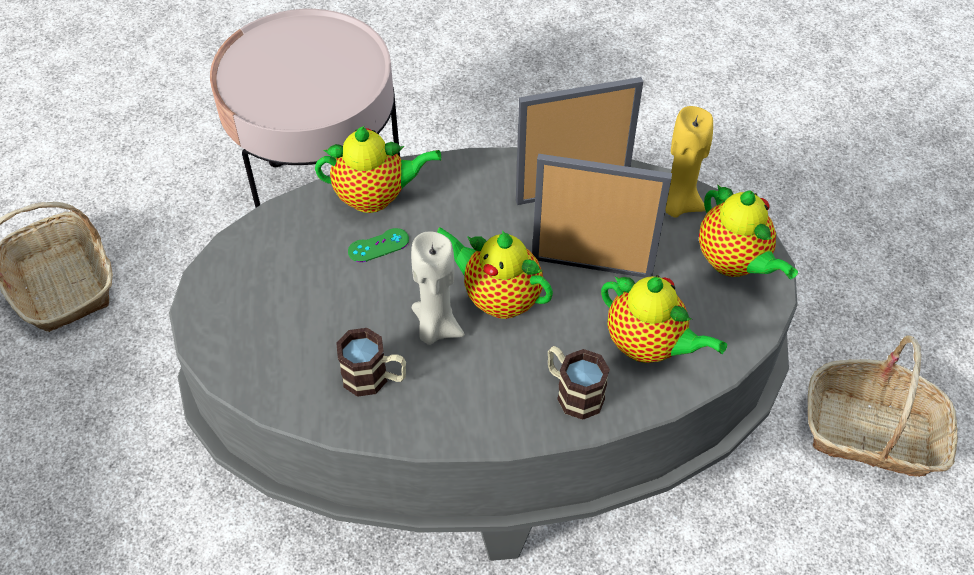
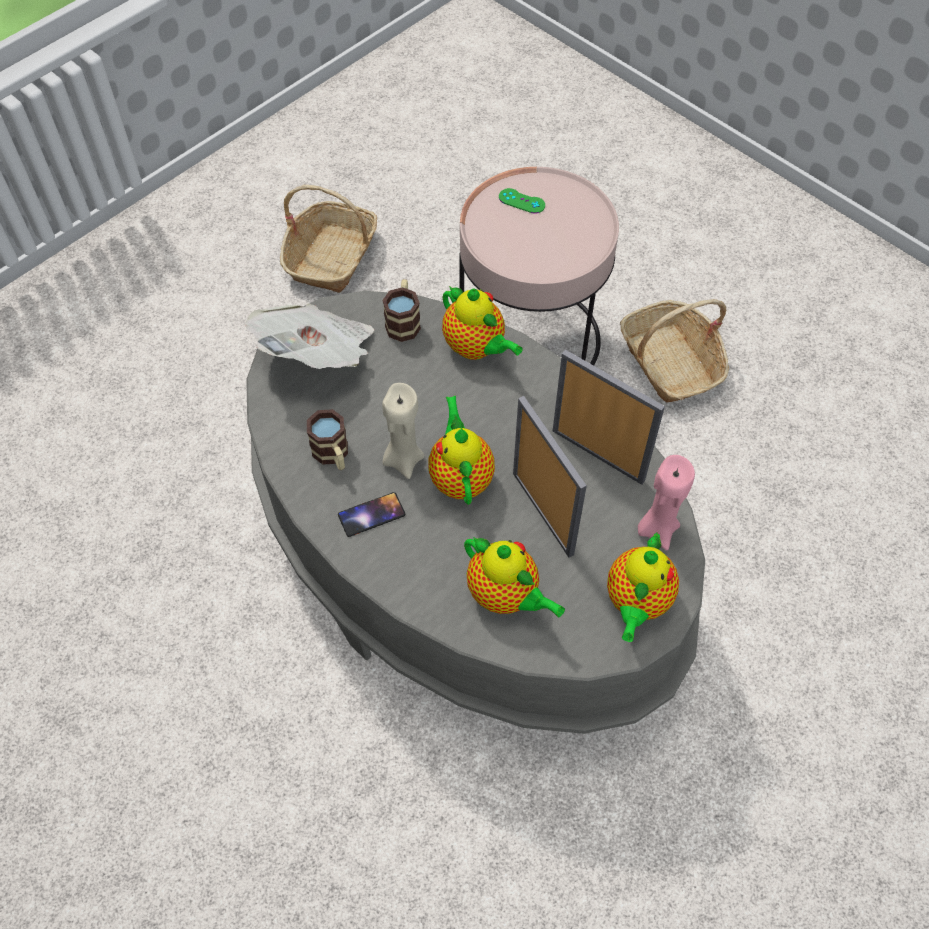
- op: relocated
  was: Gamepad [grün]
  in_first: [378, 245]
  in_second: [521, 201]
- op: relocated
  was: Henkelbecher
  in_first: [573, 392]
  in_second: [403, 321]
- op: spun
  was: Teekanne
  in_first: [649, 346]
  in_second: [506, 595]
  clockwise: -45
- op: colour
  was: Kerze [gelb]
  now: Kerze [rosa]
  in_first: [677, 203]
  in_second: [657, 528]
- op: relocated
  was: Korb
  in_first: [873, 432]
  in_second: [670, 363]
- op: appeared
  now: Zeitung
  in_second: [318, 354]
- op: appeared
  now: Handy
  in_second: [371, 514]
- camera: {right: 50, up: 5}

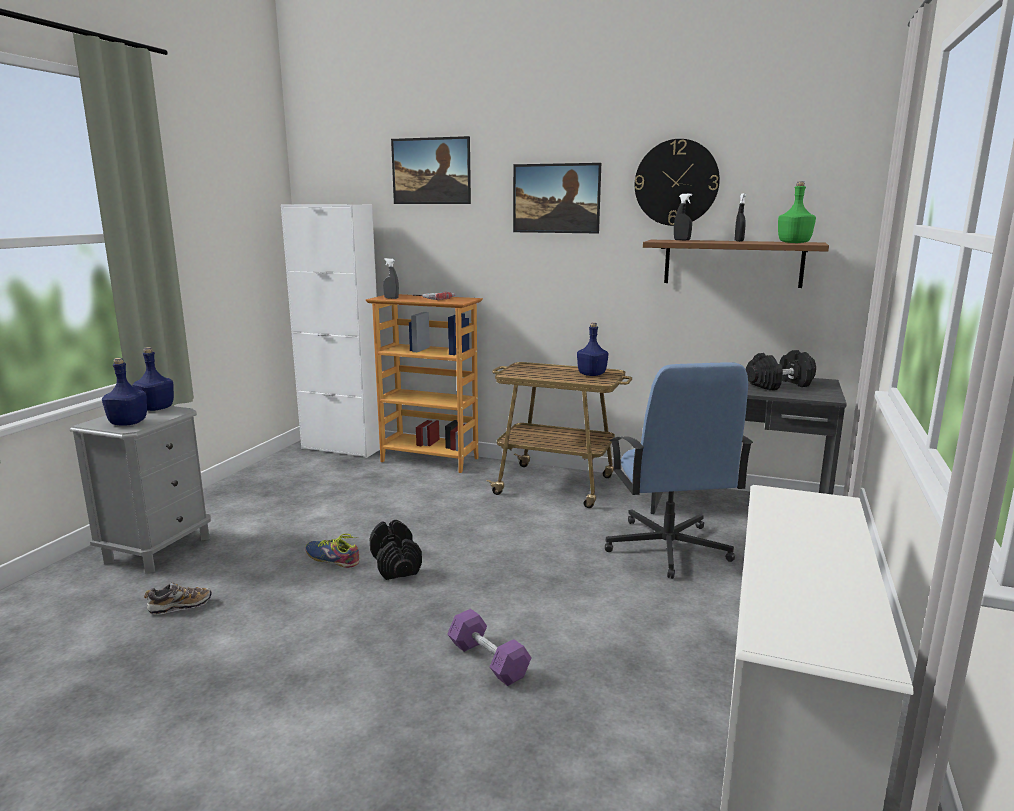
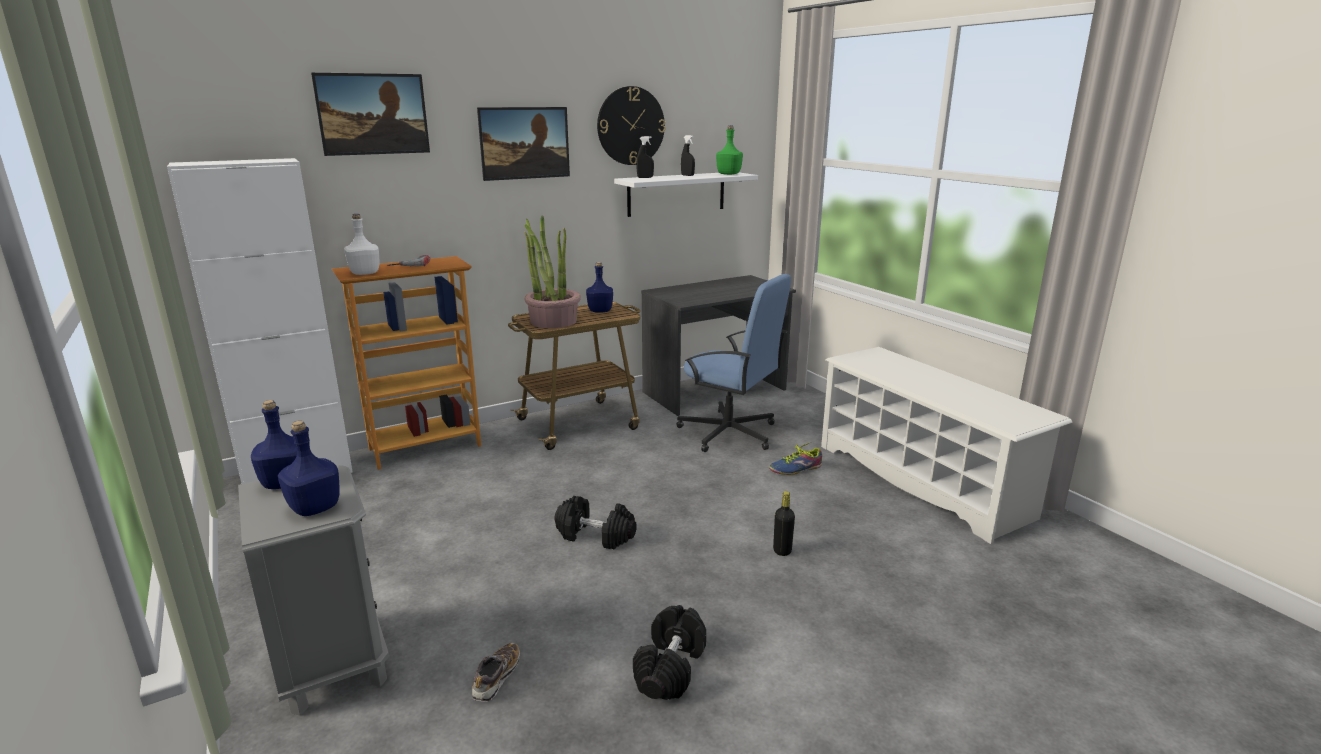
- op: relocated
  was: Schuh
  in_first: [332, 559]
  in_second: [796, 469]
- op: exchanged
  was: Sprühflasche [grau]
  now: Flasche [weiß]
  in_first: [391, 298]
  in_second: [364, 273]
- op: exchanged
  was: Hantel [lila]
  now: Flasche [schwarz]
  in_first: [488, 660]
  in_second: [782, 551]
- op: colour
  was: Wandregal [braun]
  now: Wandregal [weiß]
  in_first: [732, 263]
  in_second: [676, 193]
- op: relocated
  was: Hantel [schwarz]
  in_first: [779, 385]
  in_second: [670, 667]
- op: appeared
  now: Topfpflanze
  in_second: [553, 321]
- camera: {right: -50, up: 5}

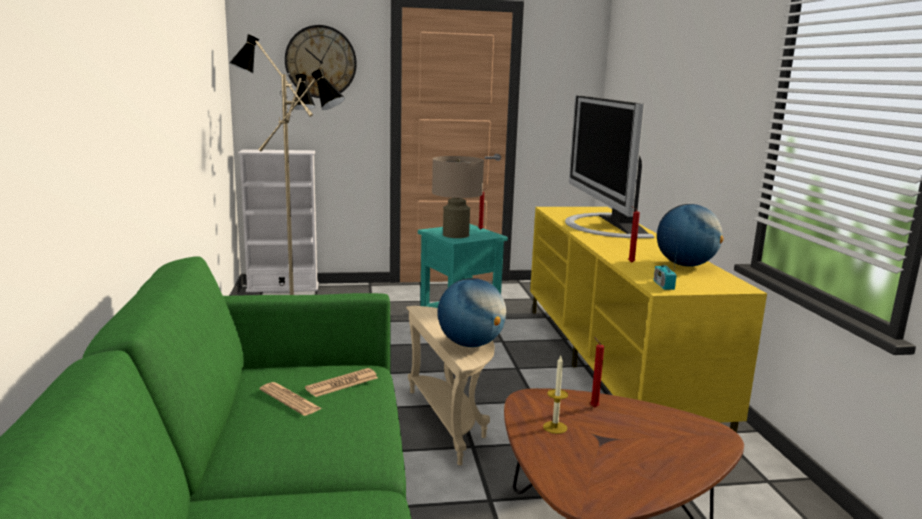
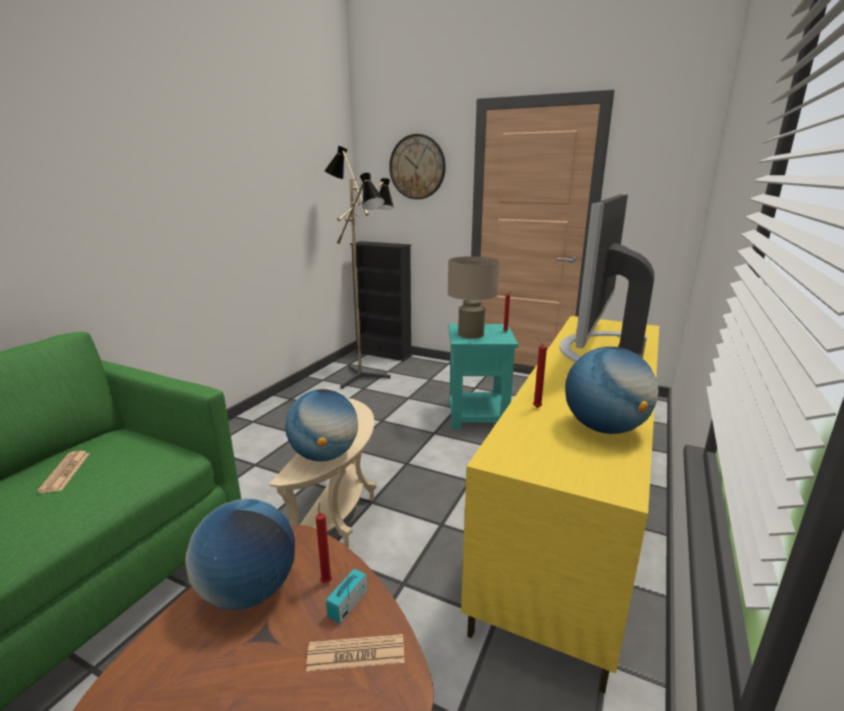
- op: colour
  was: Bücherregal [weiß]
  now: Bücherregal [schwarz]
  in_first: [283, 288]
  in_second: [383, 353]
- op: relocated
  was: Zeitung
  in_first: [342, 383]
  in_second: [356, 653]
- op: exchanged
  was: Kerze
  now: Globus
  in_first: [555, 427]
  in_second: [248, 591]
- op: relocated
  was: Radio
  in_first: [663, 285]
  in_second: [348, 604]
- camera: {right: 35, up: 5}

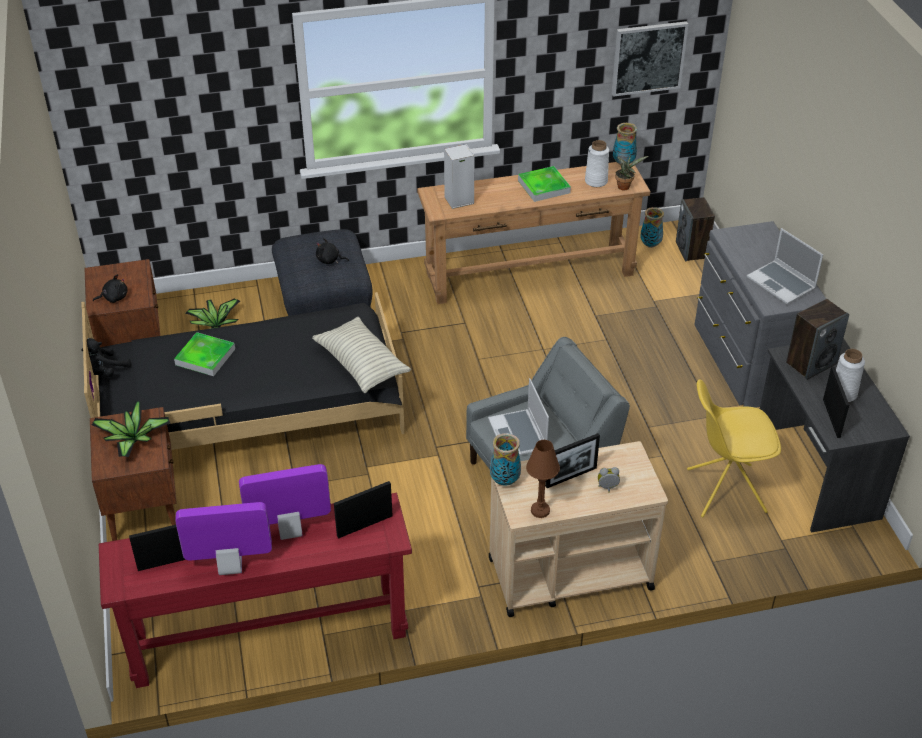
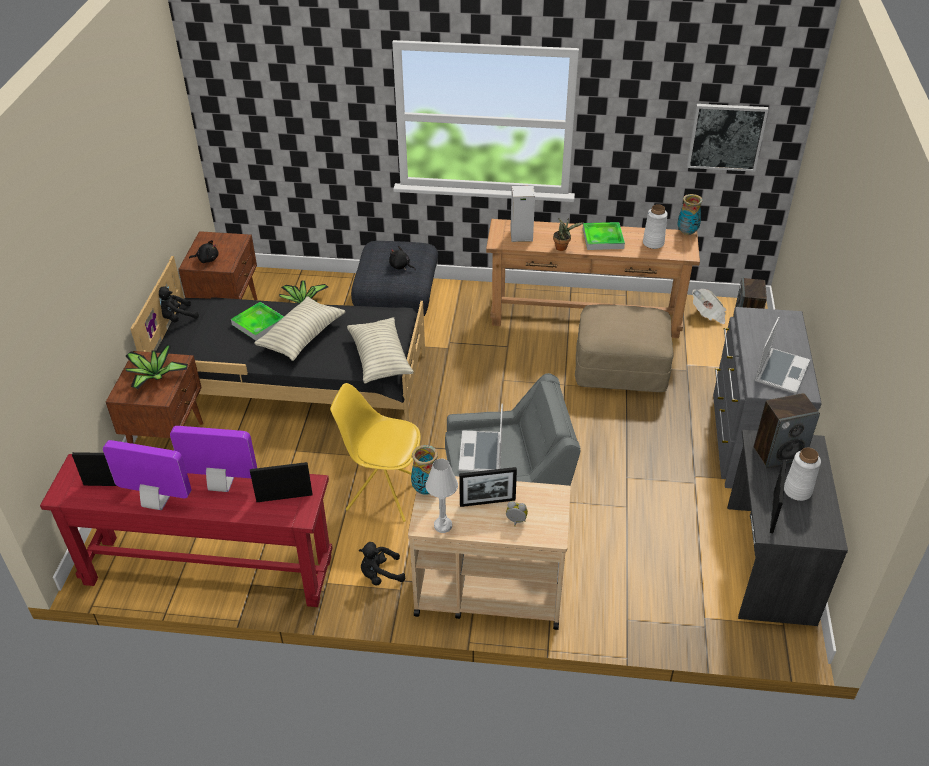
- op: colour
  was: Tischlampe [braun]
  now: Tischlampe [weiß]
  in_first: [540, 510]
  in_second: [443, 525]
- op: relocated
  was: Topfpflanze
  in_first: [625, 186]
  in_second: [562, 247]
- op: exchanged
  was: Vase
  now: Zeitung
  in_first: [650, 244]
  in_second: [708, 314]
- op: relocated
  was: Stuhl [gelb]
  in_first: [724, 490]
  in_second: [383, 493]
- op: spun
  was: Laptop
  in_first: [782, 284]
  in_second: [781, 371]
  clockwise: -135
- op: appeared
  now: Kissen
  in_second: [302, 337]
- op: appeared
  now: Plüschtier [schwarz]
  in_second: [380, 574]
- op: appeared
  now: Polsterhocker [beige]
  in_second: [620, 369]
- camera: {right: 20, up: 0}

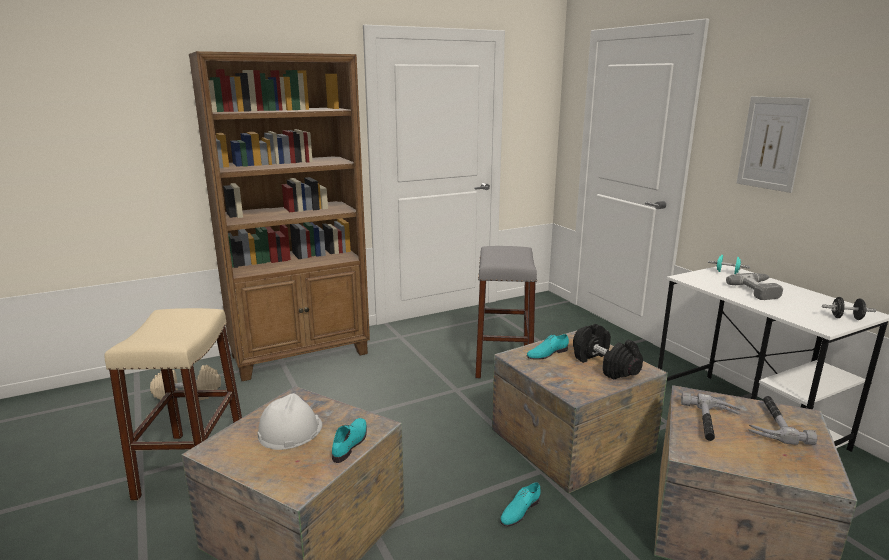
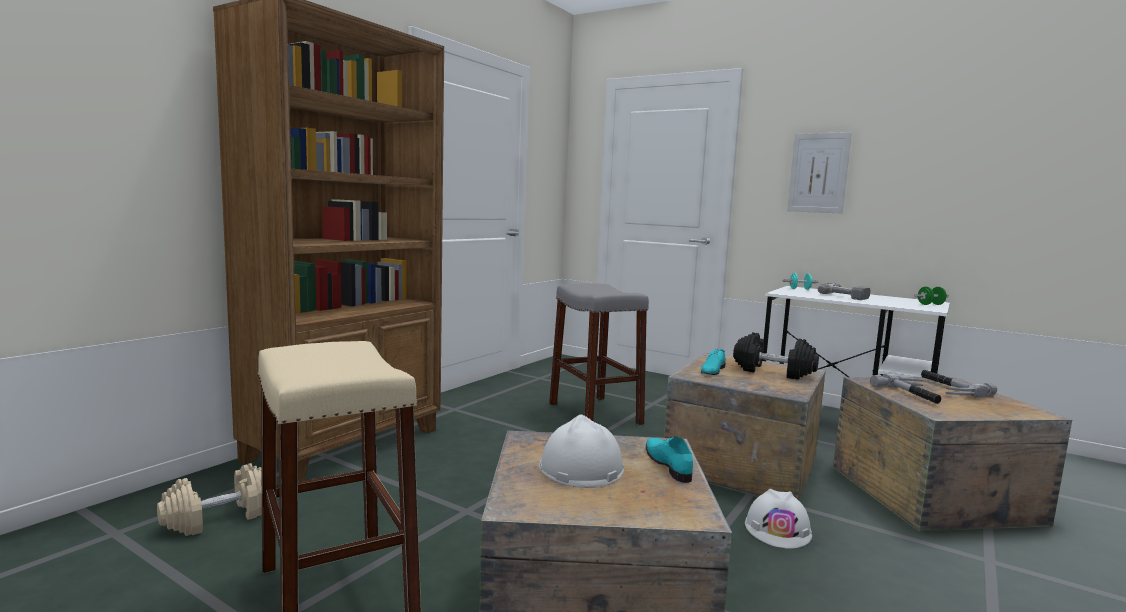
- op: exchanged
  was: Schuh [türkis]
  now: Schutzhelm [weiß]
  in_first: [519, 510]
  in_second: [778, 529]
- op: colour
  was: Hantel [schwarz]
  now: Hantel [grün]
  in_first: [846, 318]
  in_second: [930, 304]
- camera: {right: -30, up: -10}

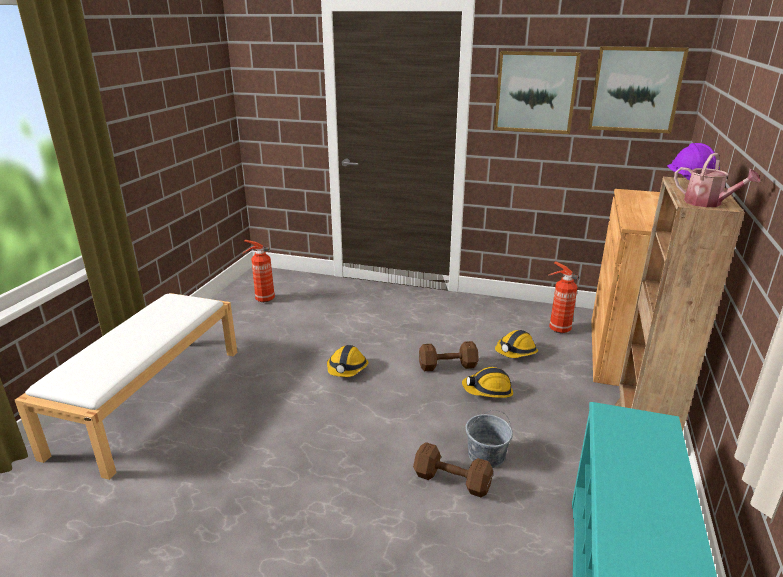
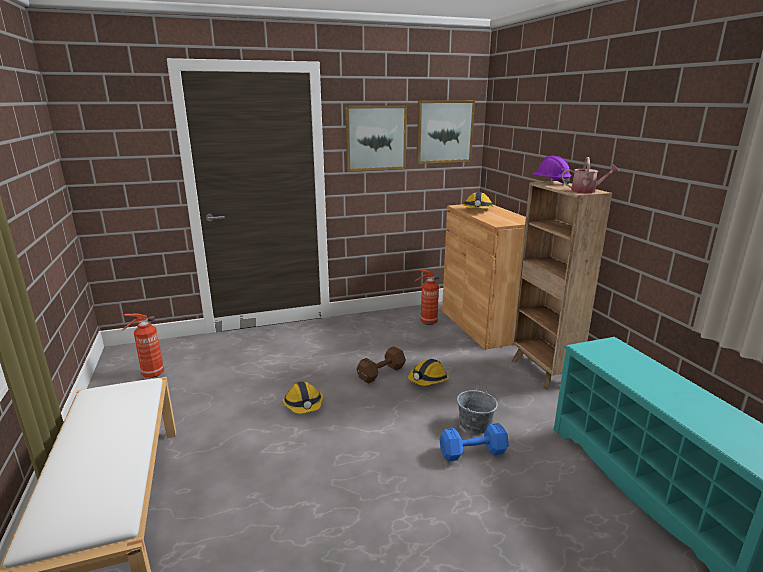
- op: colour
  was: Hantel [braun]
  now: Hantel [blau]
  in_first: [453, 482]
  in_second: [474, 453]
- op: relocated
  was: Schutzhelm
  in_first: [516, 352]
  in_second: [477, 210]
- camera: {right: -35, up: -5}

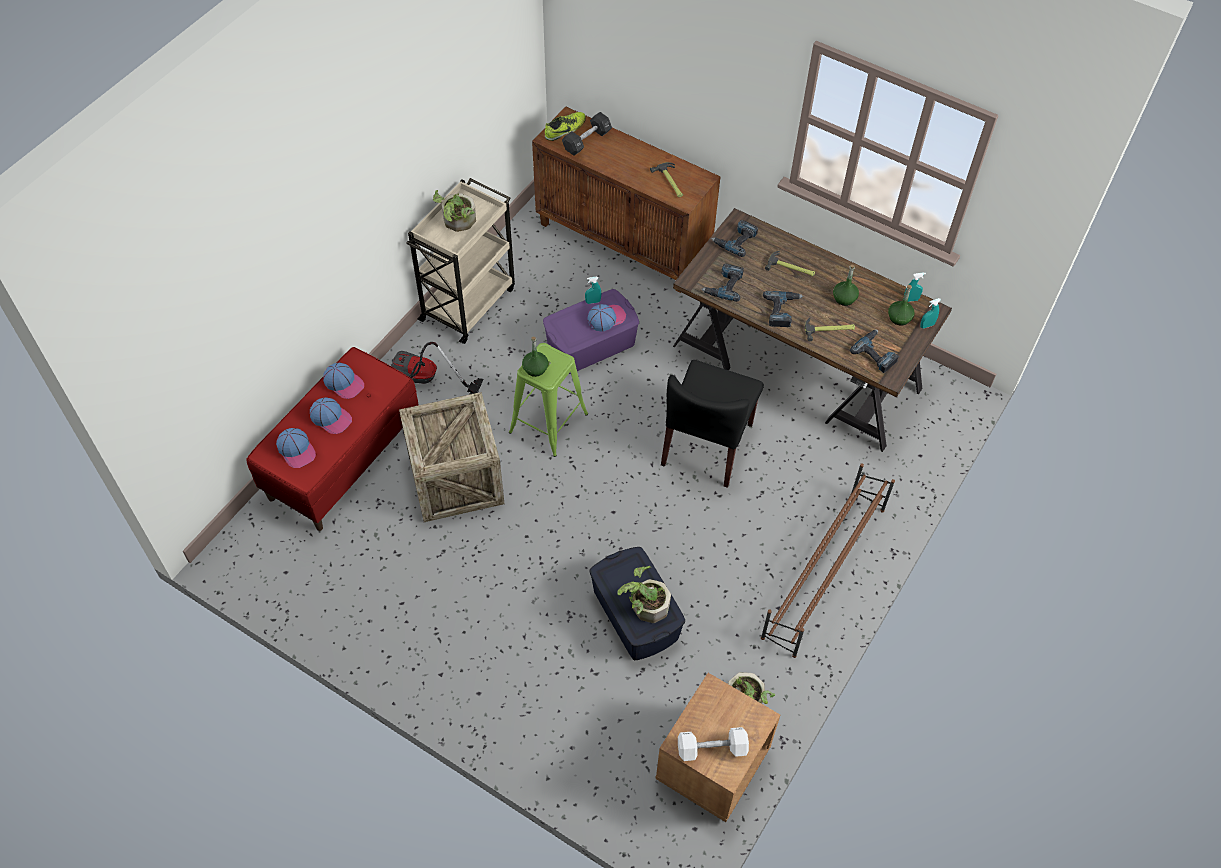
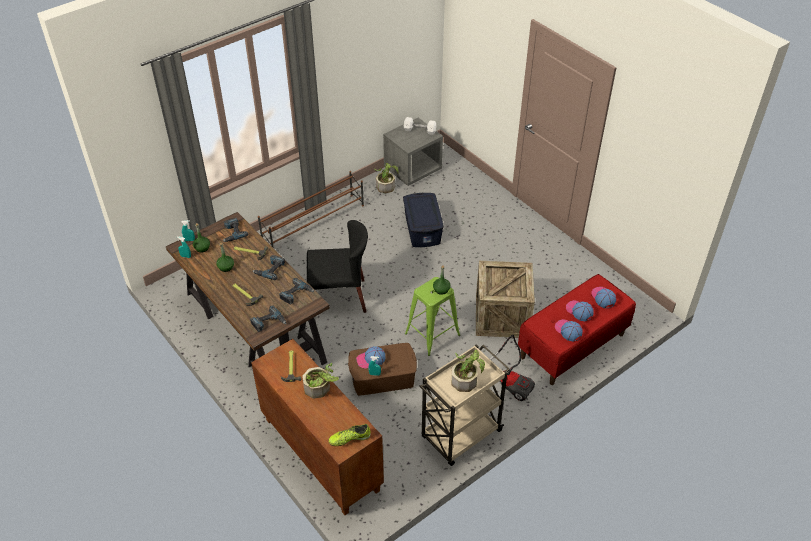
- op: colour
  was: Aufbewahrungsbox [lila]
  now: Aufbewahrungsbox [braun]
  in_first: [590, 344]
  in_second: [383, 379]
- op: missing
  was: Hantel [schwarz]
  in_first: [587, 141]
- op: relocated
  was: Topfpflanze
  in_first: [645, 605]
  in_second: [320, 389]
- op: colour
  was: Nachttisch [braun]
  now: Nachttisch [grau]
  in_first: [713, 765]
  in_second: [413, 169]
- op: spun
  was: Stuhl [schwarz]
  in_first: [707, 445]
  in_second: [339, 297]
  clockwise: 45
- camera: {right: -160, up: -10}

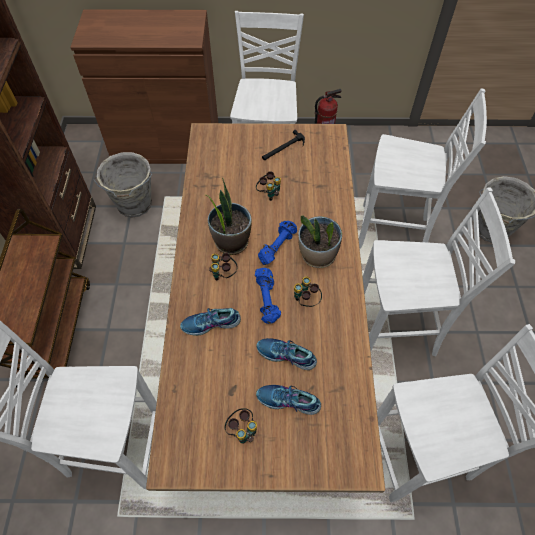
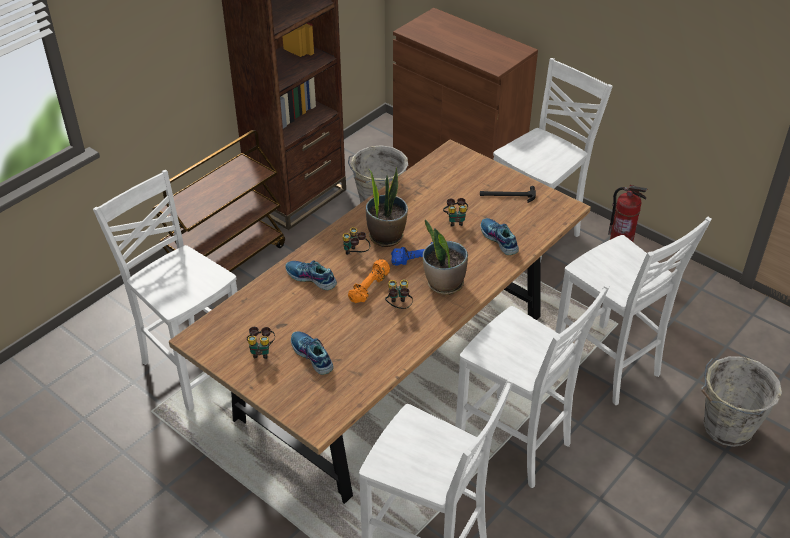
- op: colour
  was: Hantel [blau]
  now: Hantel [orange]
  in_first: [267, 299]
  in_second: [370, 288]
- op: relocated
  was: Schuh
  in_first: [286, 356]
  in_second: [498, 240]
- camera: {right: 40, up: -15}

